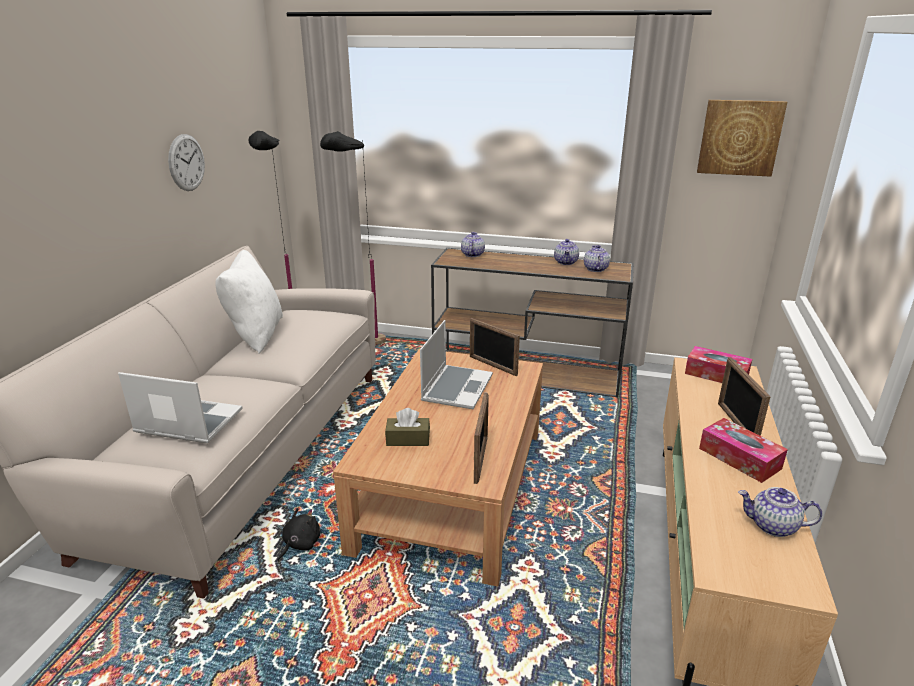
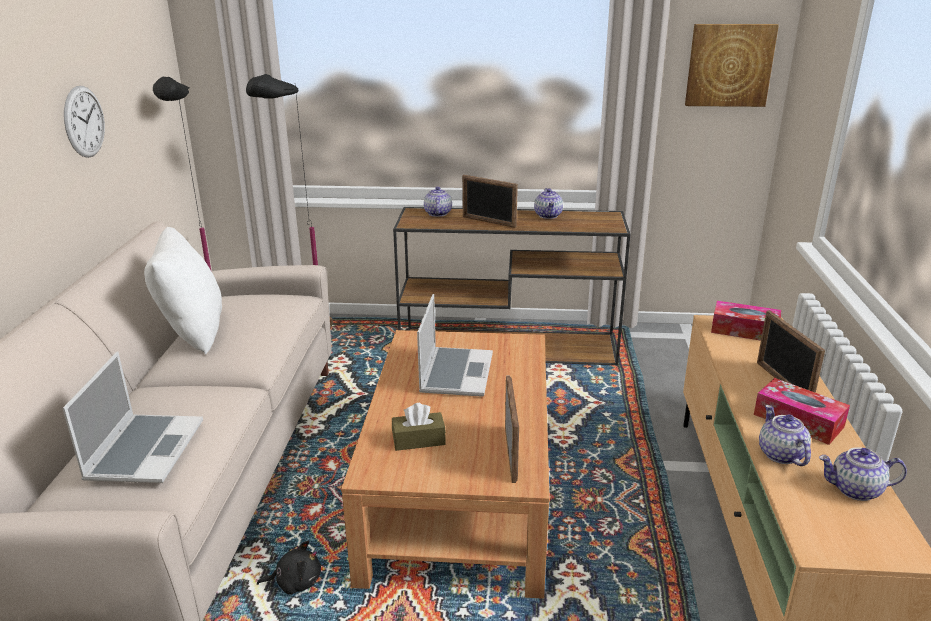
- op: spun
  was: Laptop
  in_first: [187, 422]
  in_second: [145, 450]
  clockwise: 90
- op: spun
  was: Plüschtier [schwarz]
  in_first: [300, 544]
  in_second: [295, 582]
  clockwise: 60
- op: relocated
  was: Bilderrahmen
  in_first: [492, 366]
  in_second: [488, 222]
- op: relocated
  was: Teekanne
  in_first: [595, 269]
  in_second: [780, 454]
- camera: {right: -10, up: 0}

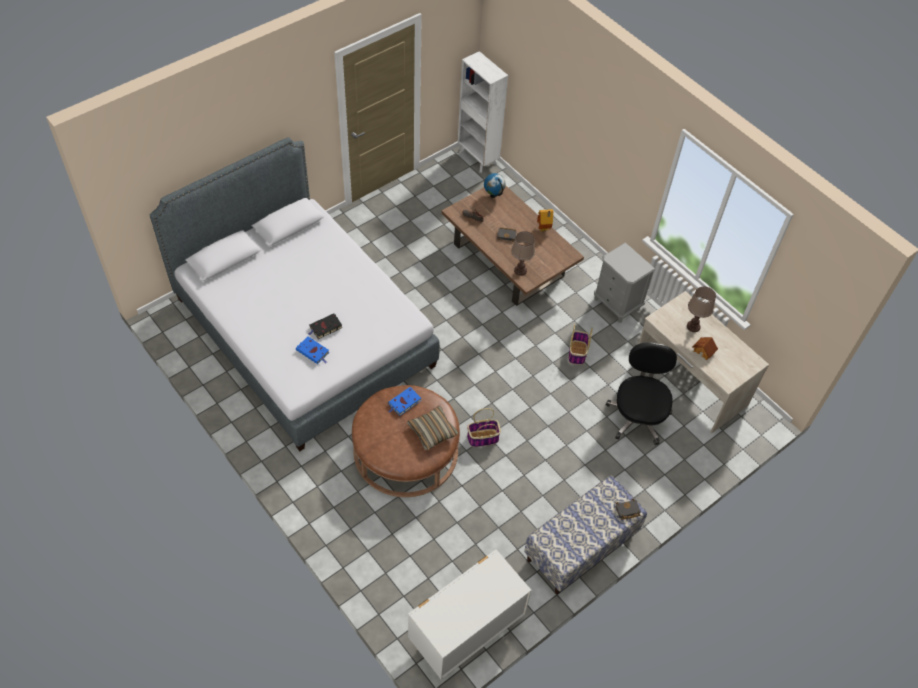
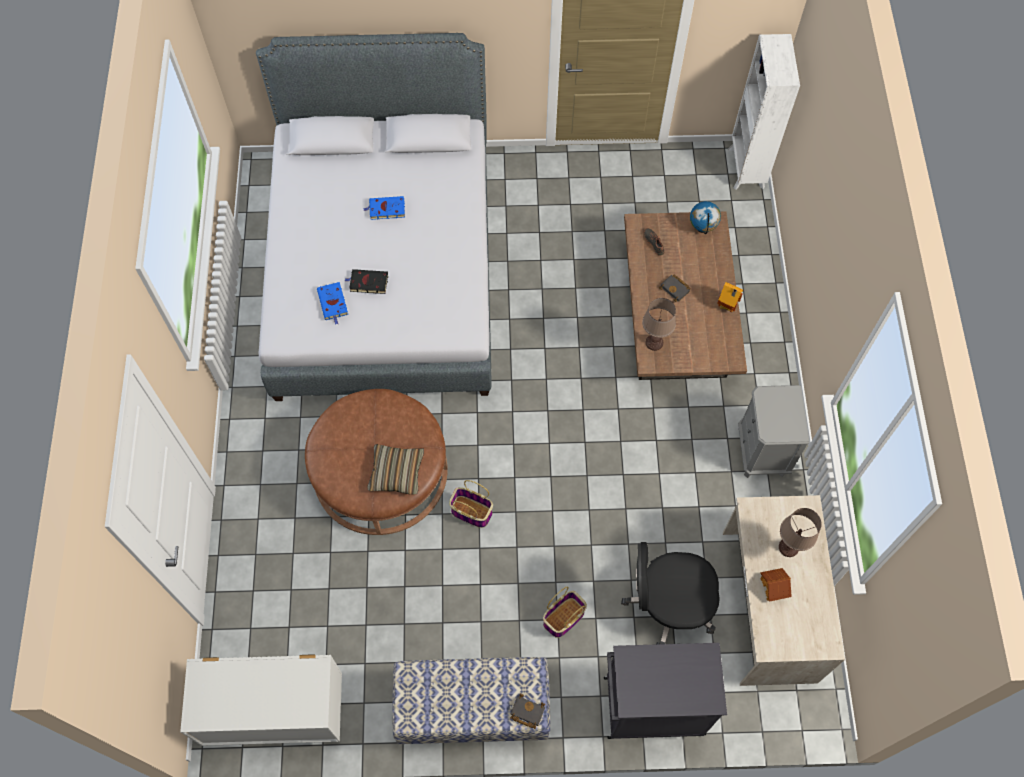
- op: relocated
  was: Buch [blau]
  in_first: [404, 403]
  in_second: [386, 209]
- op: relocated
  was: Korb
  in_first: [577, 353]
  in_second: [563, 618]
- op: spun
  was: Bürostuhl [schwarz]
  in_first: [637, 416]
  in_second: [668, 604]
  clockwise: -135
- op: appeared
  now: Schrank [schwarz]
  in_second: [651, 706]
- camera: {right: 40, up: 10}

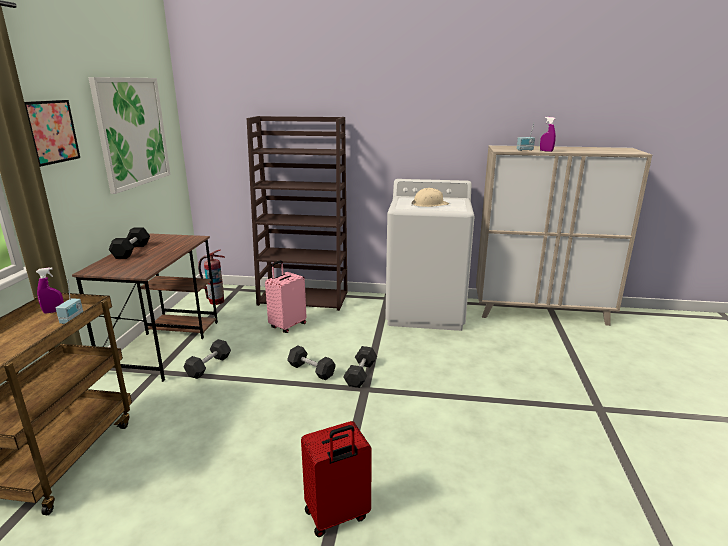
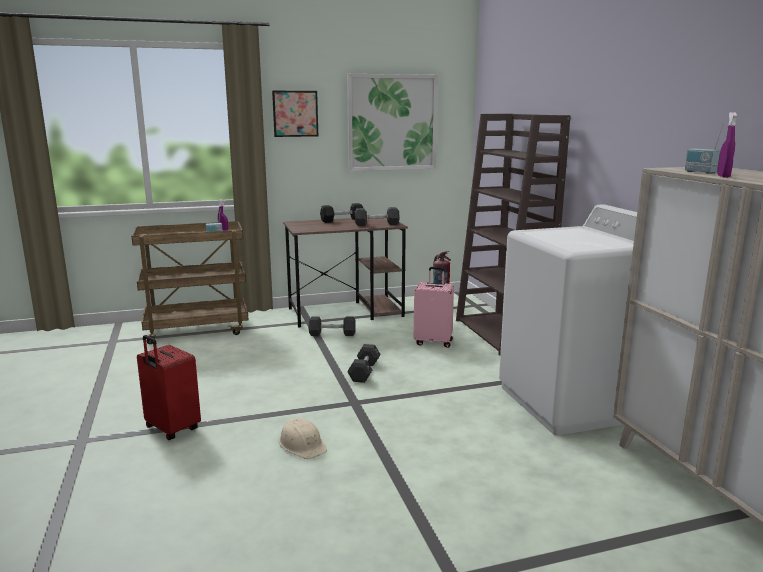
- op: relocated
  was: Hantel [grau]
  in_first: [360, 374]
  in_second: [377, 224]
- op: relocated
  was: Schutzhelm [beige]
  in_first: [429, 204]
  in_second: [302, 445]
- camera: {right: 65, up: -5}

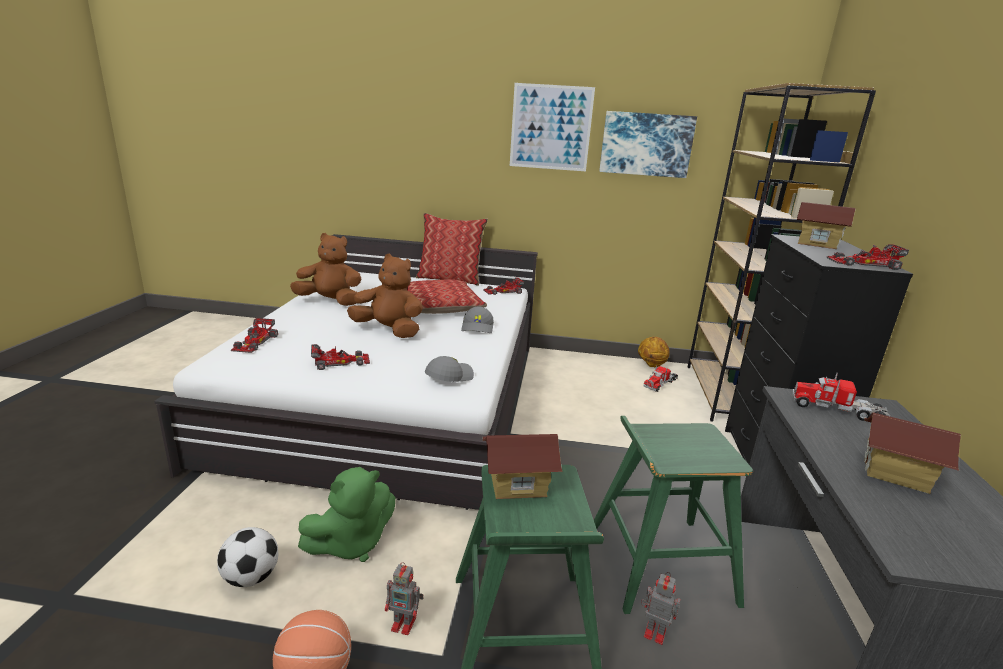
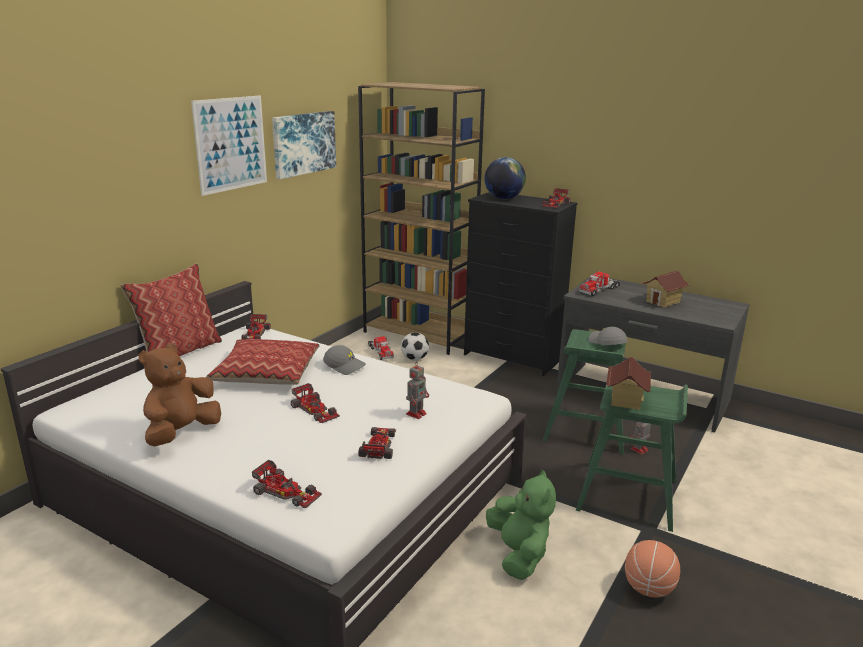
- op: relocated
  was: Fußball
  in_first: [251, 577]
  in_second: [415, 359]
- op: exchanged
  was: Plüschtier [braun]
  now: Spielzeugauto
  in_first: [389, 331]
  in_second: [315, 410]
- op: relocated
  was: Spielzeugroboter
  in_first: [405, 624]
  in_second: [417, 413]
- op: relocated
  was: Kappe [grau]
  in_first: [448, 377]
  in_second: [606, 343]
- op: missing
  was: Basketball
  in_first: [651, 365]
- op: exchanged
  was: Spielzeughaus
  now: Globus
  in_first: [817, 244]
  in_second: [503, 198]
- camera: {right: -65, up: 0}

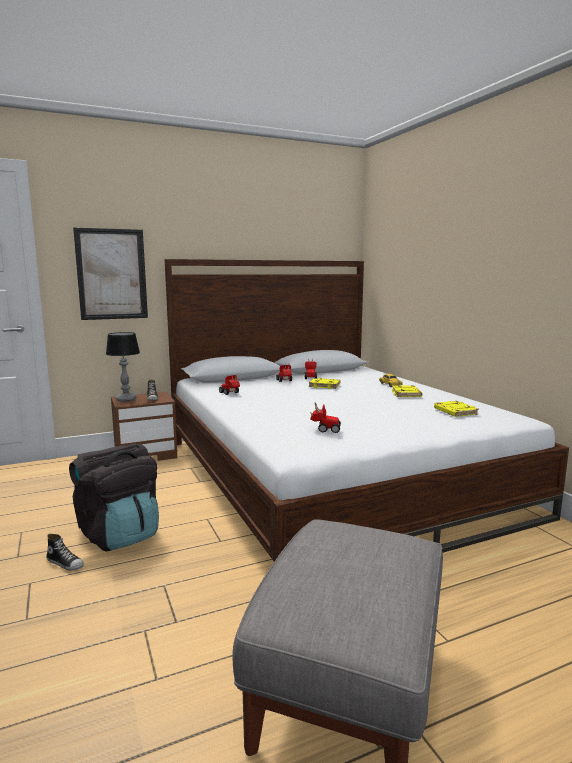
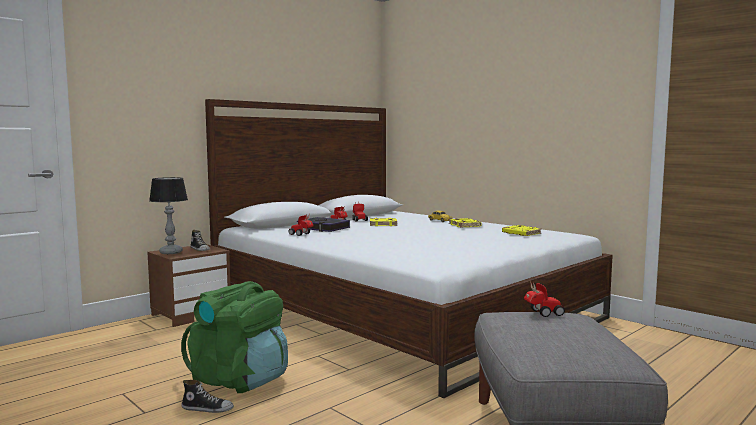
- op: colour
  was: Rucksack [schwarz]
  now: Rucksack [grün]
  in_first: [119, 534]
  in_second: [240, 379]
- op: missing
  was: Bild
  in_first: [112, 274]
- op: relocated
  was: Spielzeugauto
  in_first: [325, 429]
  in_second: [542, 313]
- op: appeared
  now: Buch
  in_second: [323, 228]
- camera: {right: -20, up: -5}

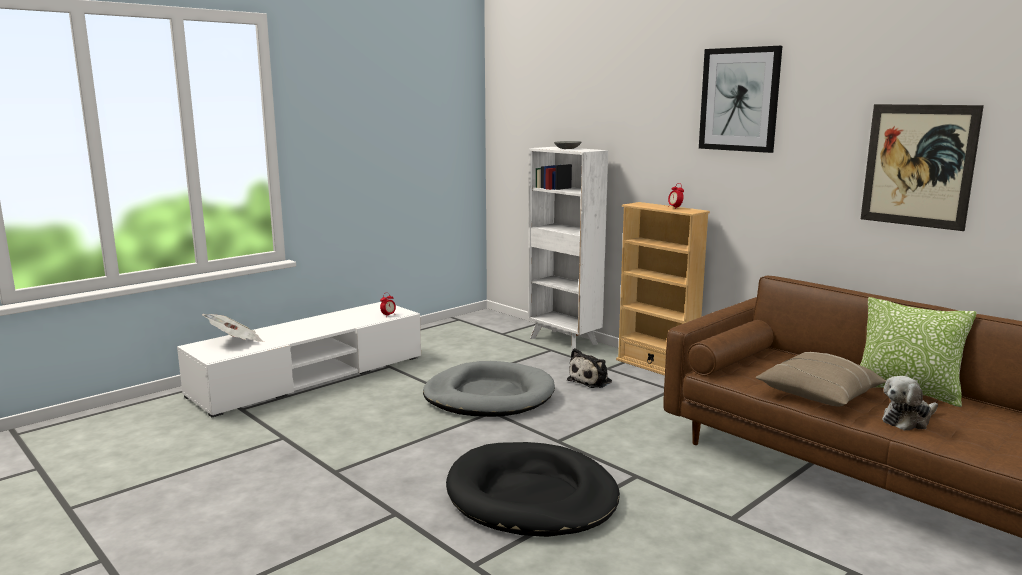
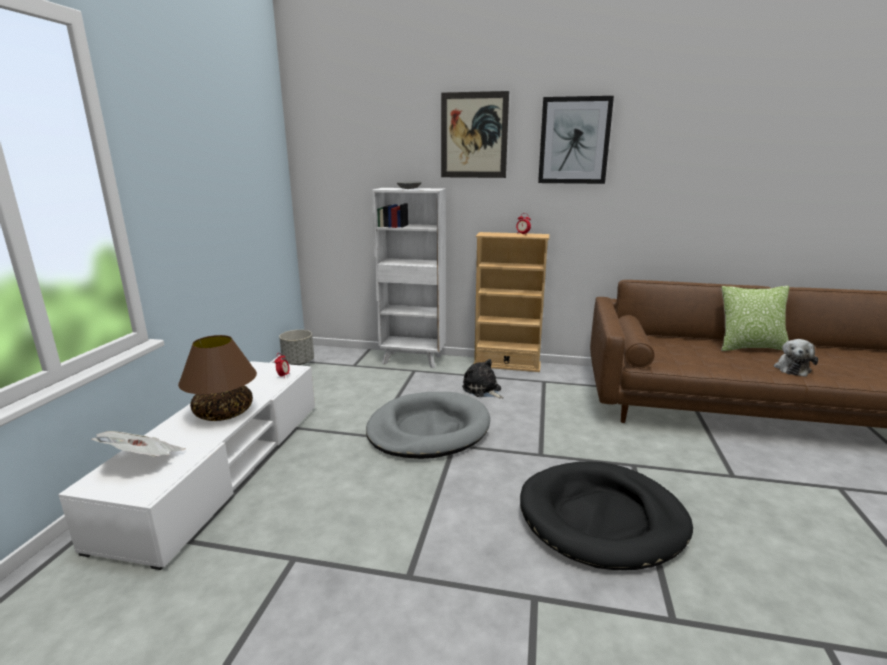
- op: spun
  was: Plüschtier
  in_first: [591, 381]
  in_second: [483, 390]
  clockwise: 135
- op: missing
  was: Kissen [beige]
  in_first: [818, 395]
- op: relocated
  was: Bild
  in_first: [918, 165]
  in_second: [474, 135]
- op: appeared
  now: Tischlampe [braun]
  in_second: [224, 413]
- op: appeared
  now: Pflanzkübel [grau]
  in_second: [298, 362]
- camera: {right: -35, up: 5}

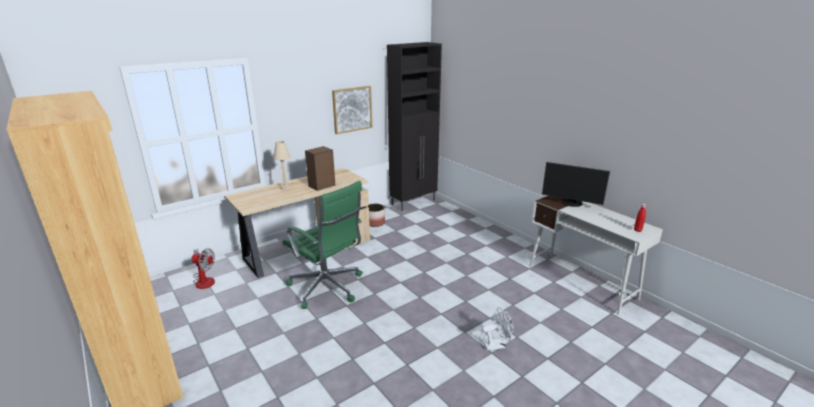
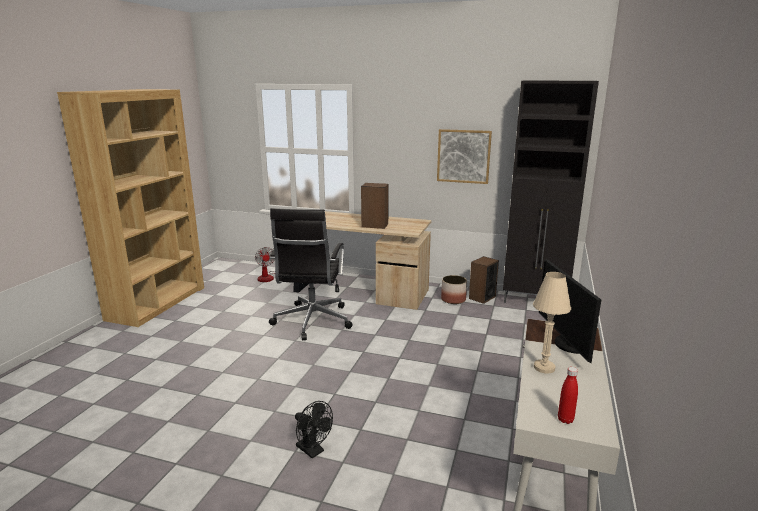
- op: relocated
  was: Tischlampe [beige]
  in_first: [285, 187]
  in_second: [544, 368]
- op: colour
  was: Bürostuhl [grün]
  now: Bürostuhl [schwarz]
  in_first: [327, 288]
  in_second: [312, 322]
- op: colour
  was: Ventilator [weiß]
  now: Ventilator [schwarz]
  in_first: [497, 345]
  in_second: [313, 451]
- op: appeared
  now: Lautsprecher
  in_second: [482, 297]
- camera: {right: 55, up: -5}

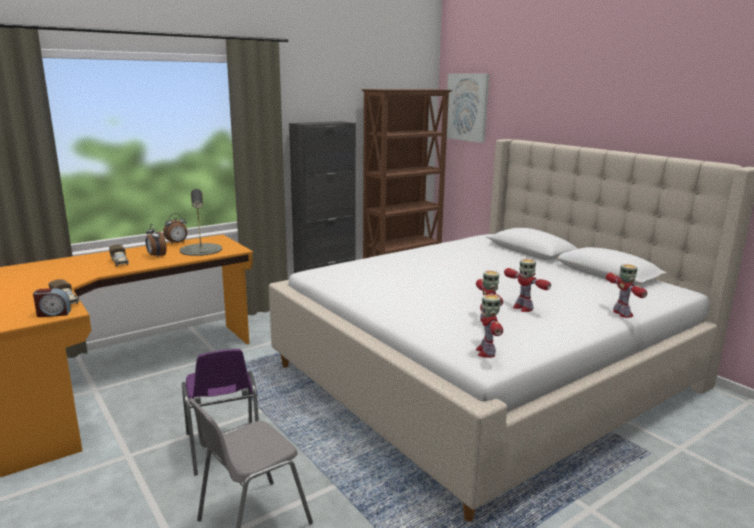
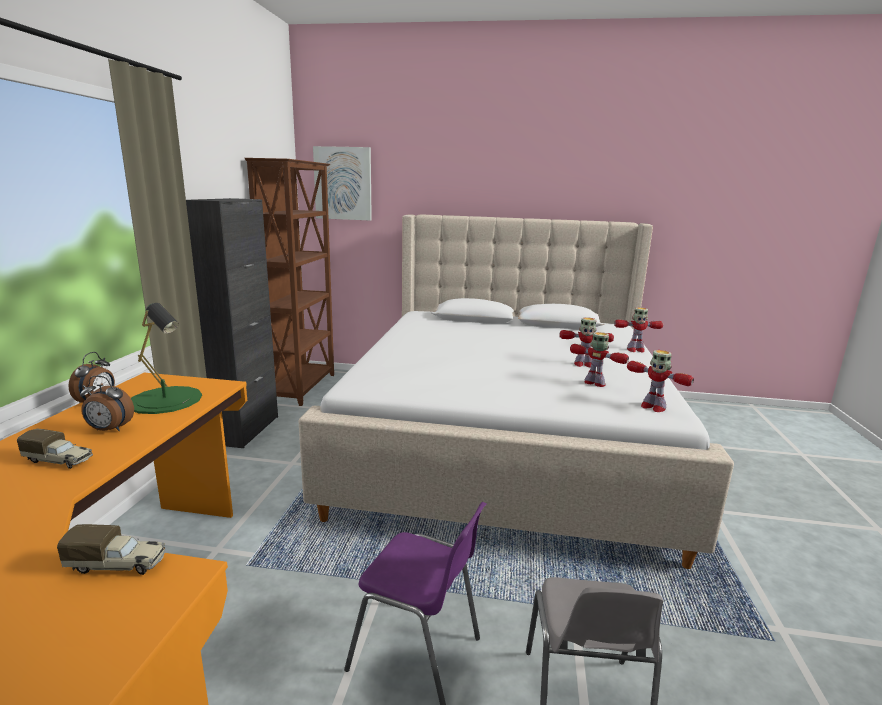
- op: missing
  was: Wecker
  in_first: [53, 313]
- op: colour
  was: Tischlampe [grau]
  now: Tischlampe [grün]
  in_first: [201, 249]
  in_second: [165, 400]
- op: spun
  was: Spielzeugroboter
  in_first: [622, 314]
  in_second: [635, 350]
  clockwise: 150
- camera: {right: -45, up: 0}

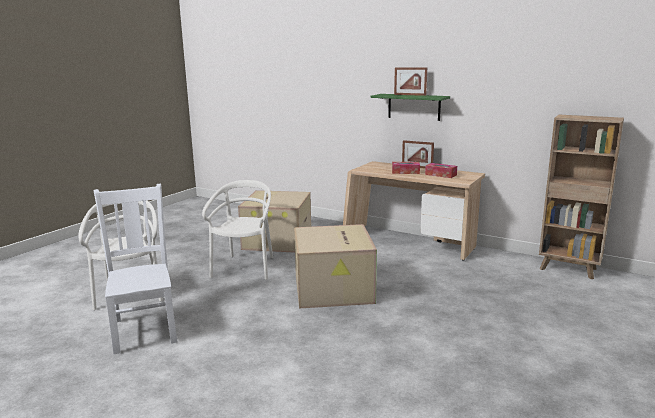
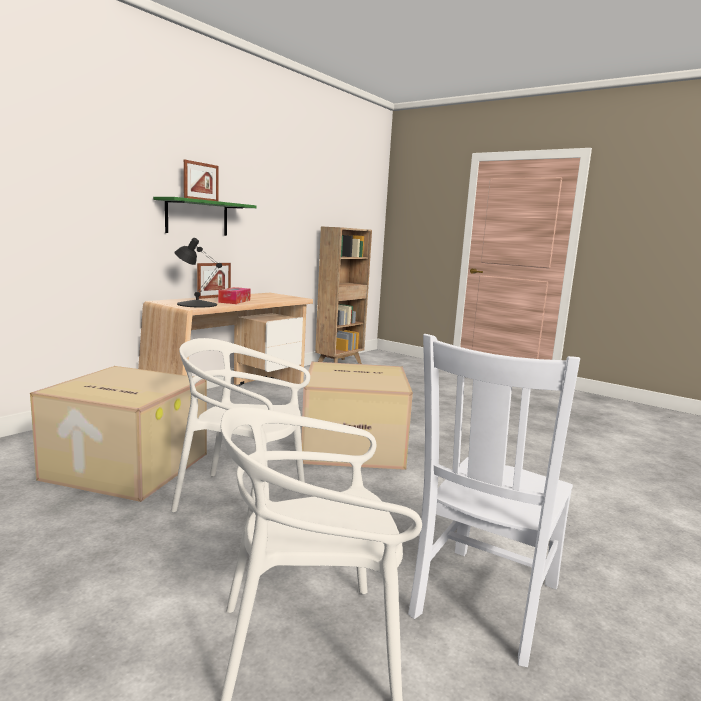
- op: spun
  was: Stuhl [weiß]
  in_first: [145, 329]
  in_second: [484, 603]
  clockwise: -45
- op: missing
  was: Taschentuchbox
  in_first: [440, 175]
- op: appeared
  now: Tischlampe [schwarz]
  in_second: [196, 304]
- camera: {right: -85, up: -5}

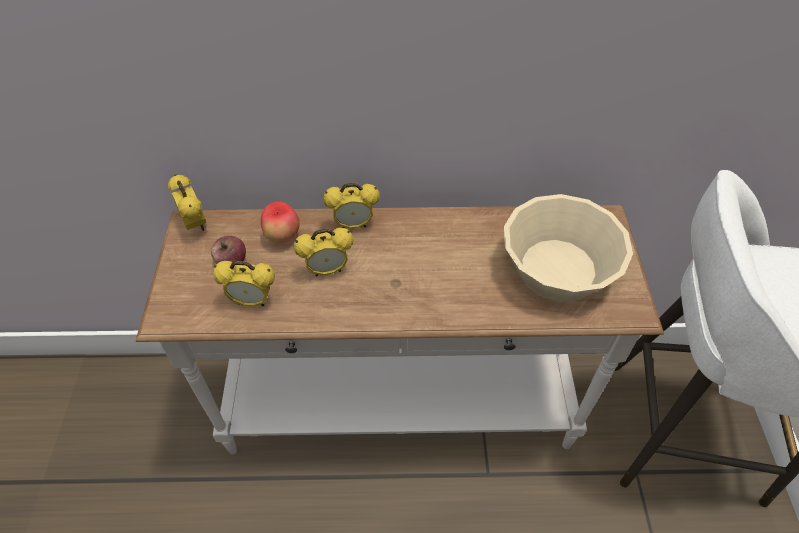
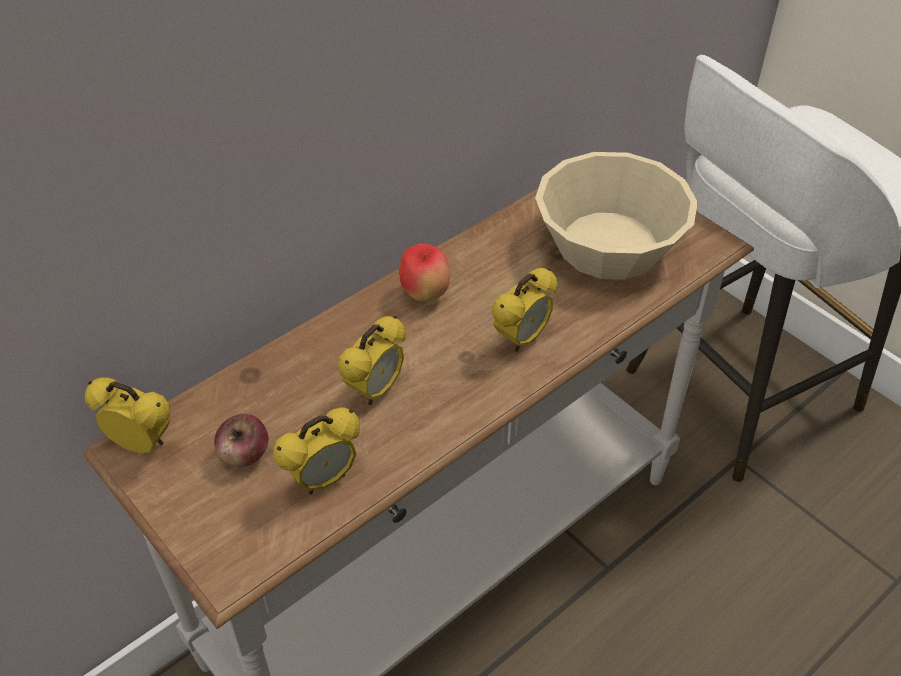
- op: relocated
  was: Apfel
  in_first: [283, 237]
  in_second: [425, 294]
- op: relocated
  was: Wecker
  in_first: [353, 225]
  in_second: [522, 339]
- camera: {right: -40, up: -5}

